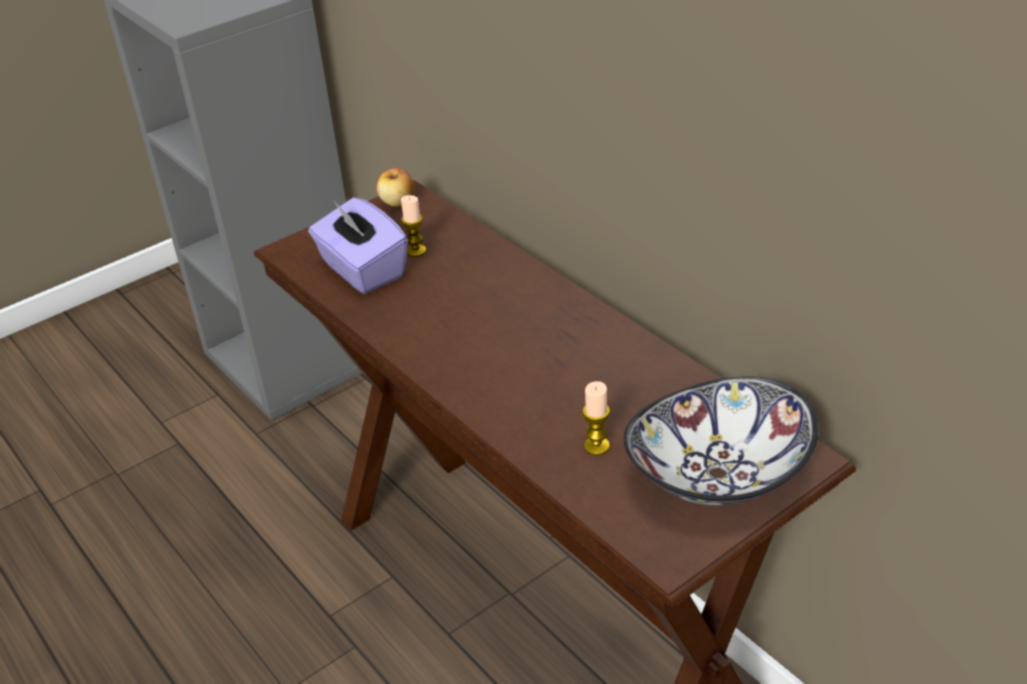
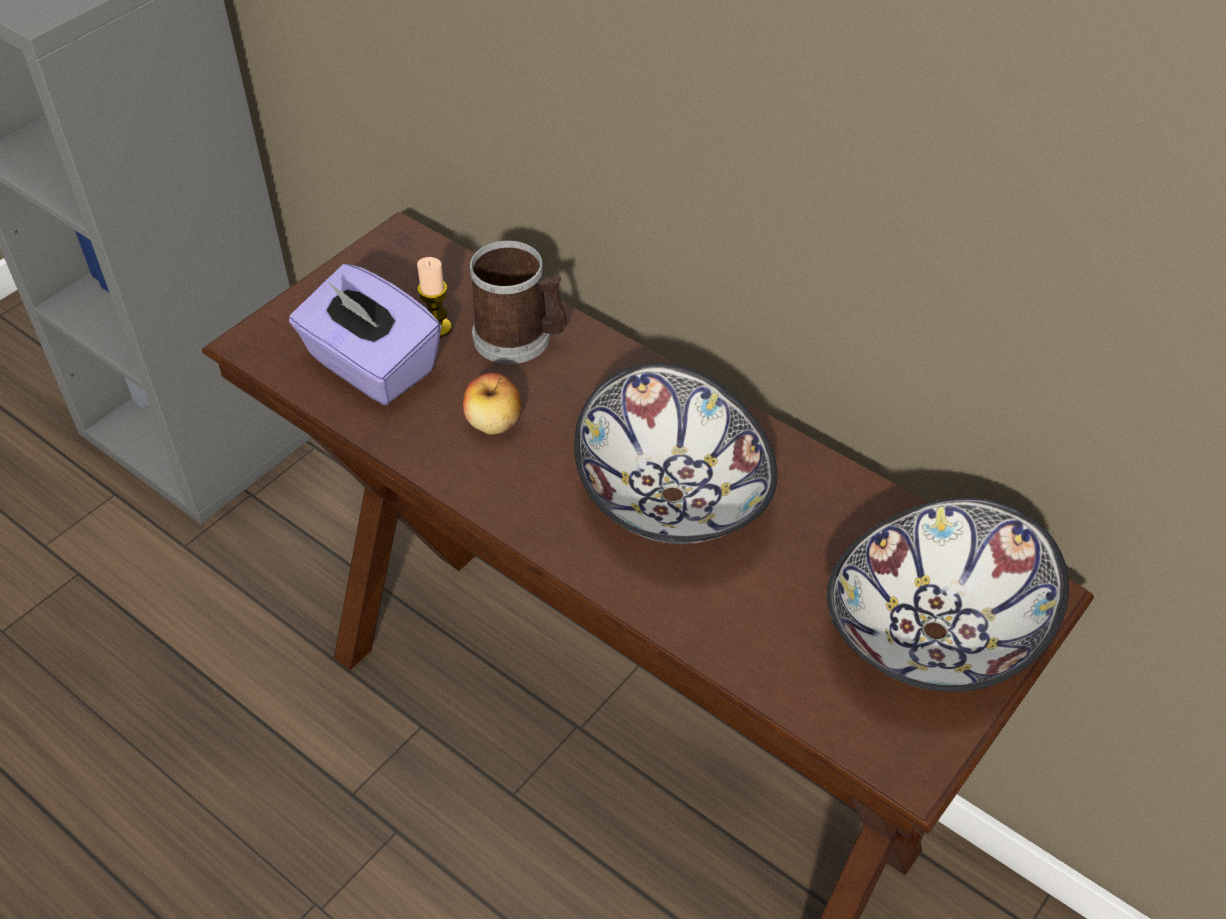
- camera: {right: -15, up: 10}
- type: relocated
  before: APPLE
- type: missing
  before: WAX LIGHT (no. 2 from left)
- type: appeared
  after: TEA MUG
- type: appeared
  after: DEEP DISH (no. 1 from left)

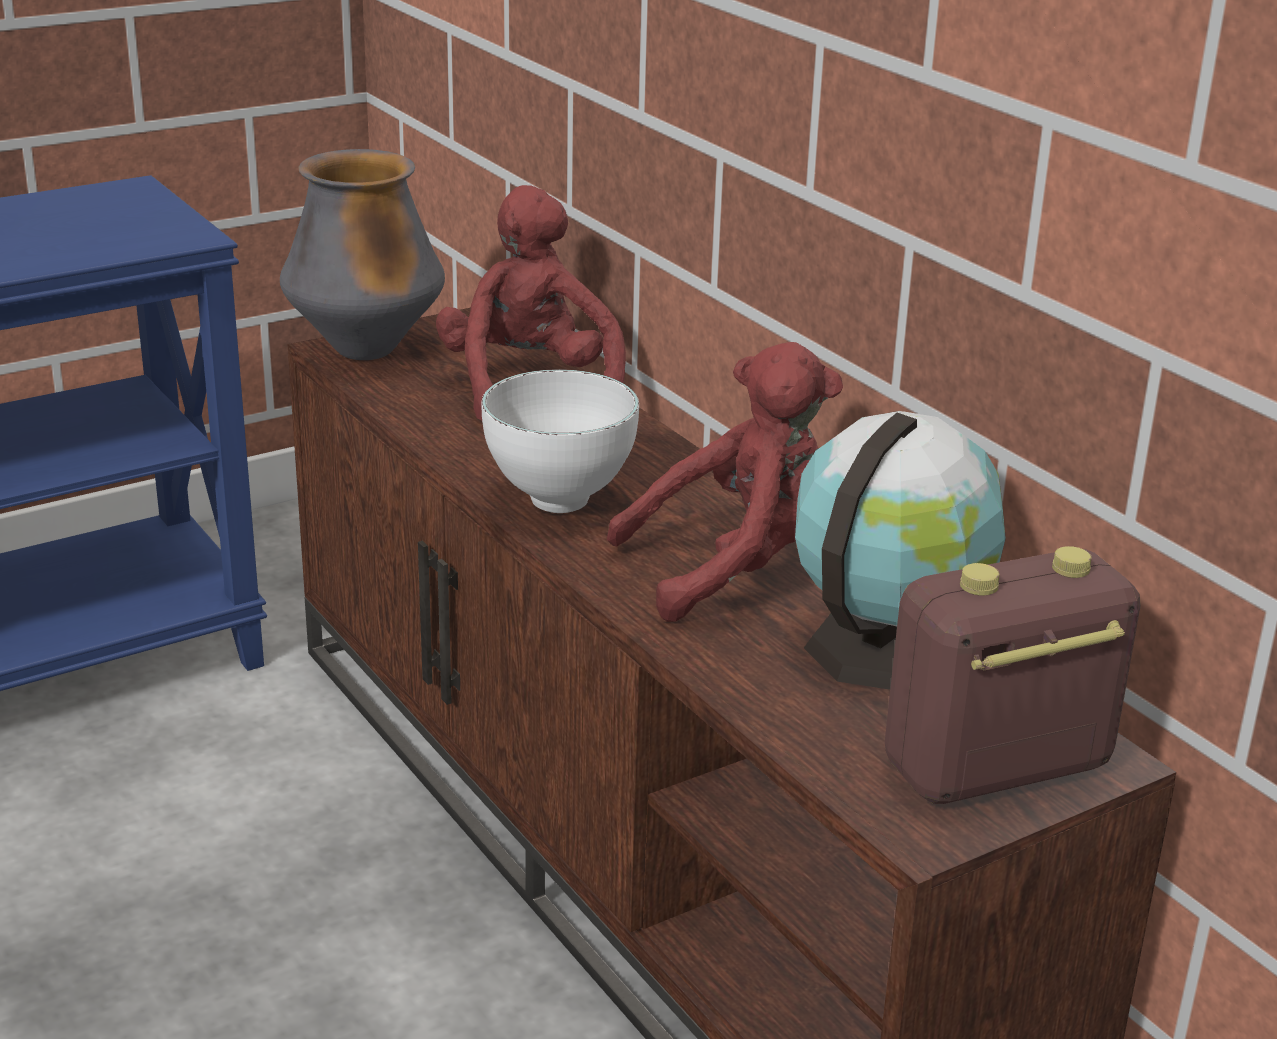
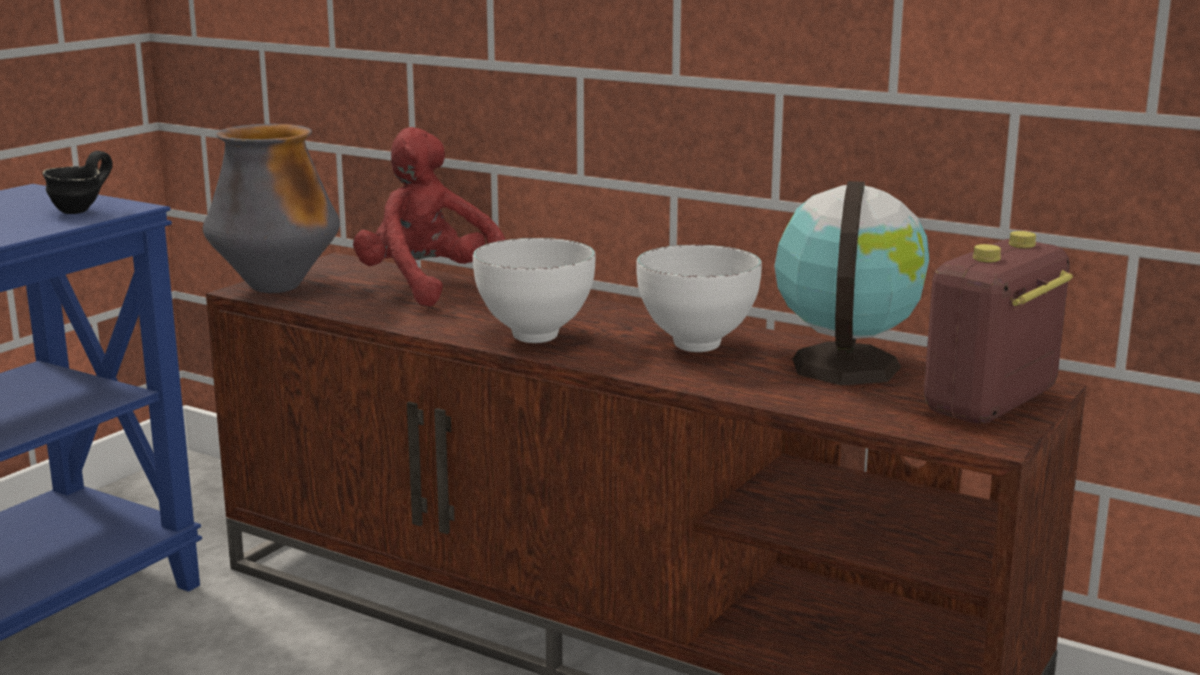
- camera: {right: -25, up: -10}
- type: exchanged
  before: RED-COLOURED CUDDLY TOY (no. 2 from left)
  after: WHITE DEEP DISH (no. 2 from left)
- type: appeared
  after: BLACK TEA MUG

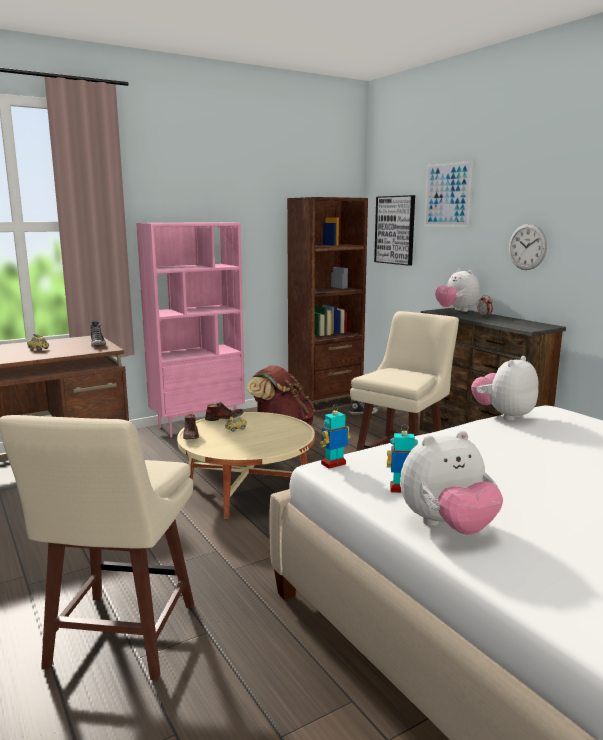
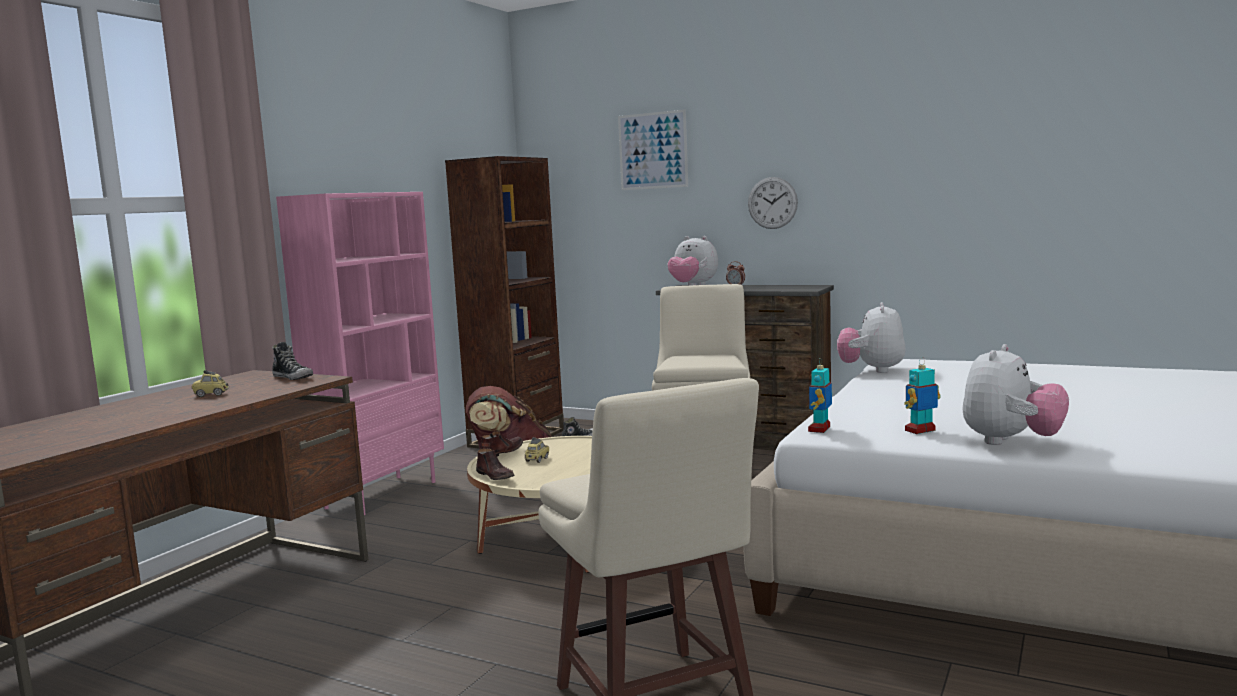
- camera: {right: -30, up: -5}
- type: missing
  before: WALL PICTURE (no. 1 from left)

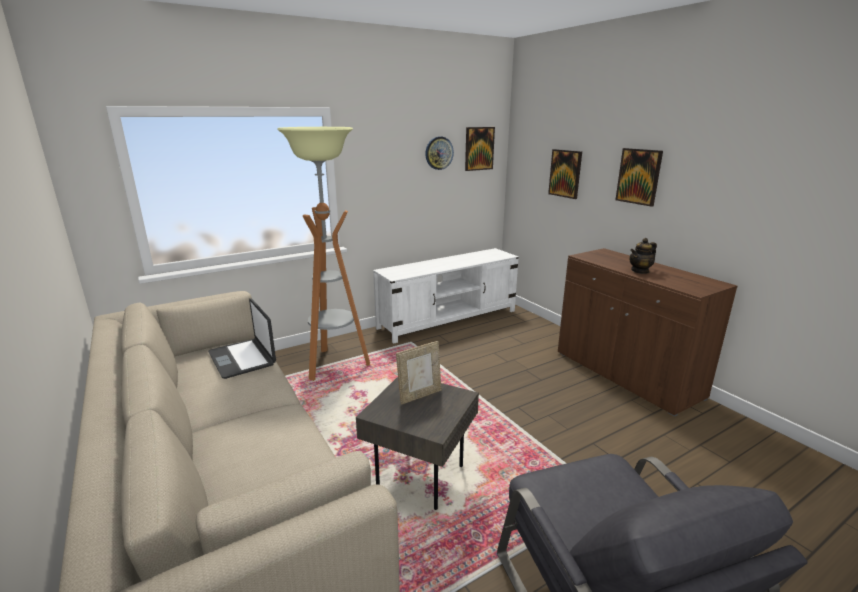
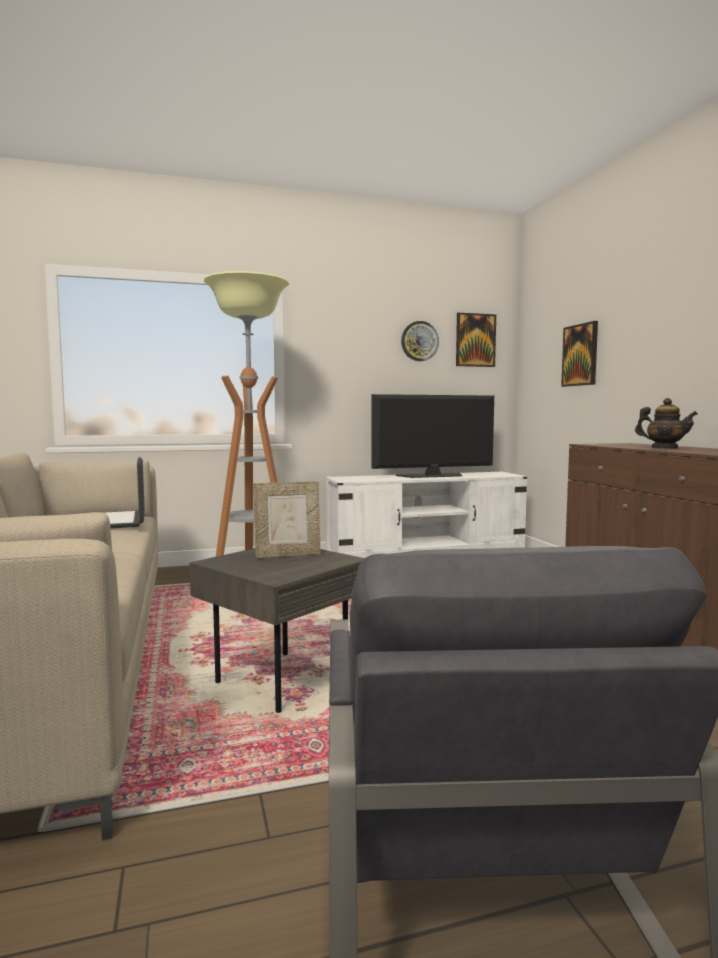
- camera: {right: 15, up: -15}
- type: missing
  before: WALL PICTURE (no. 3 from left)
- type: spun
  before: TEAPOT
  turn: -135
- type: appeared
  after: TV SET

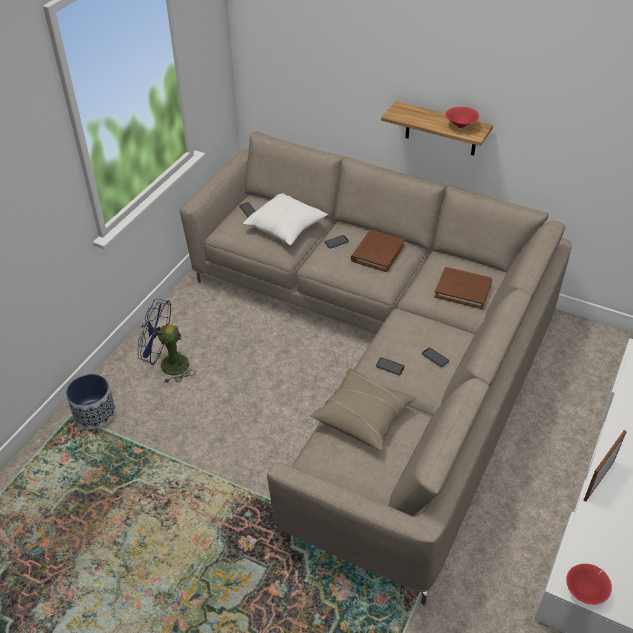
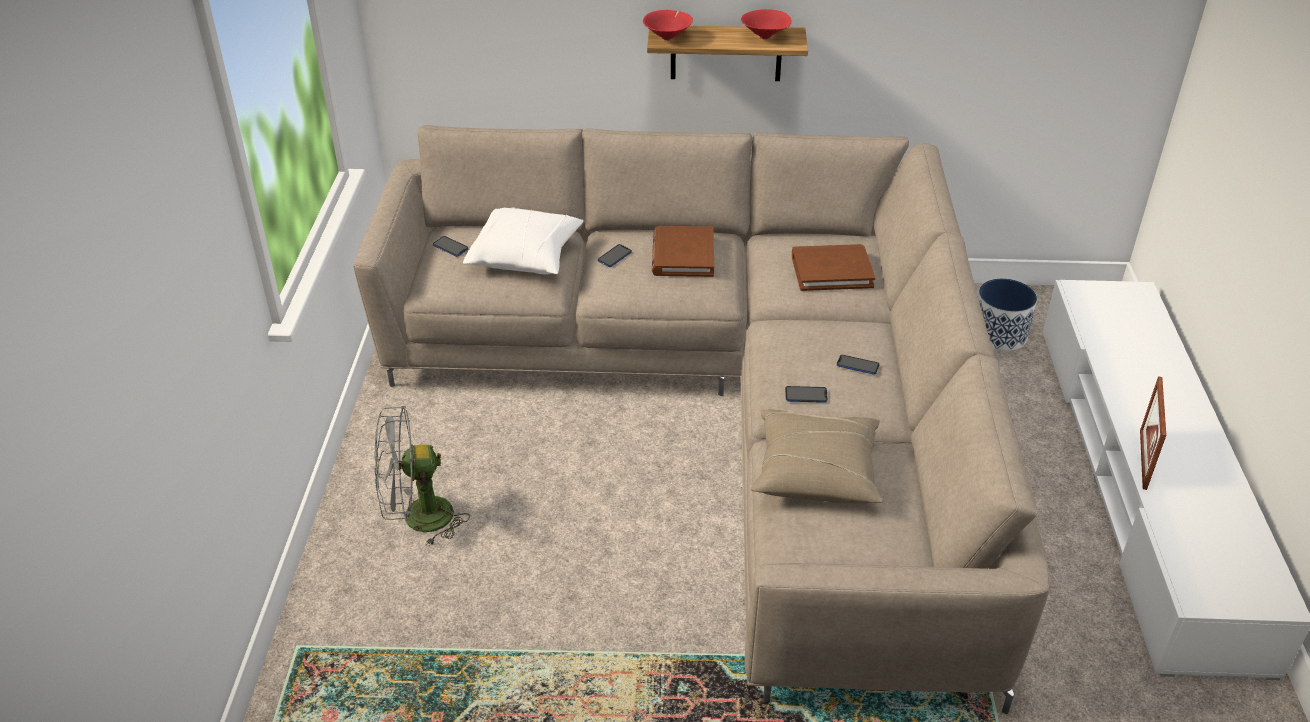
- camera: {right: -25, up: -5}
- type: relocated
  before: FLOWER POT
- type: colour
  before: BLUISH ELECTRIC FAN
  after: GRAY ELECTRIC FAN
- type: relocated
  before: RED-COLOURED DEEP DISH (no. 2 from left in the first image)
  after: RED-COLOURED DEEP DISH (no. 1 from left)

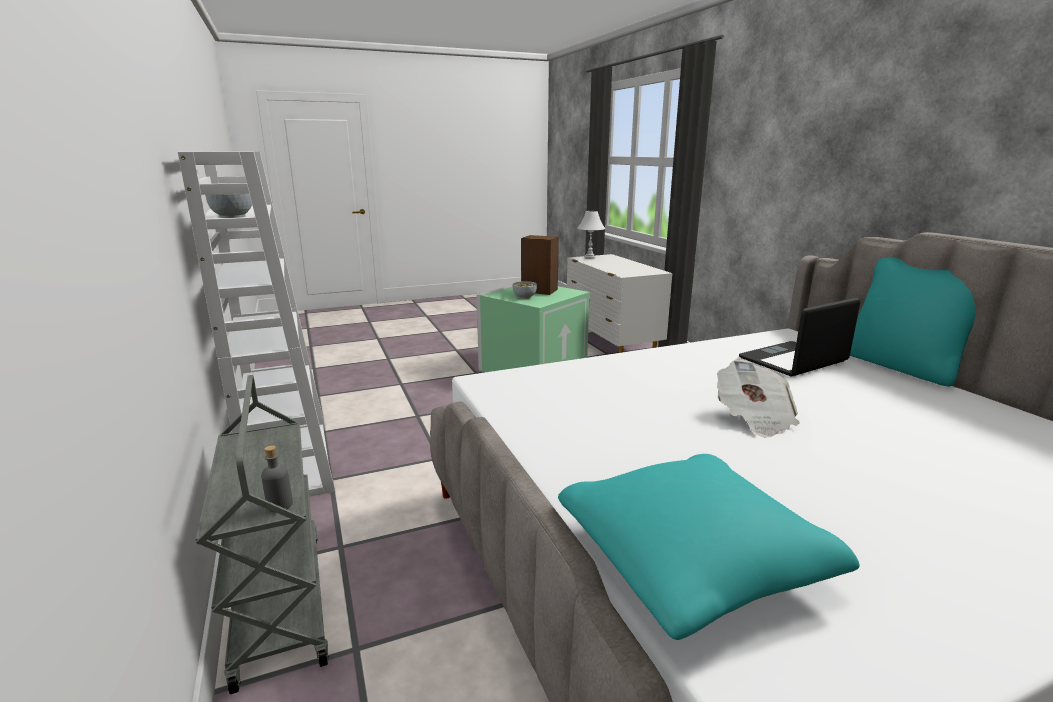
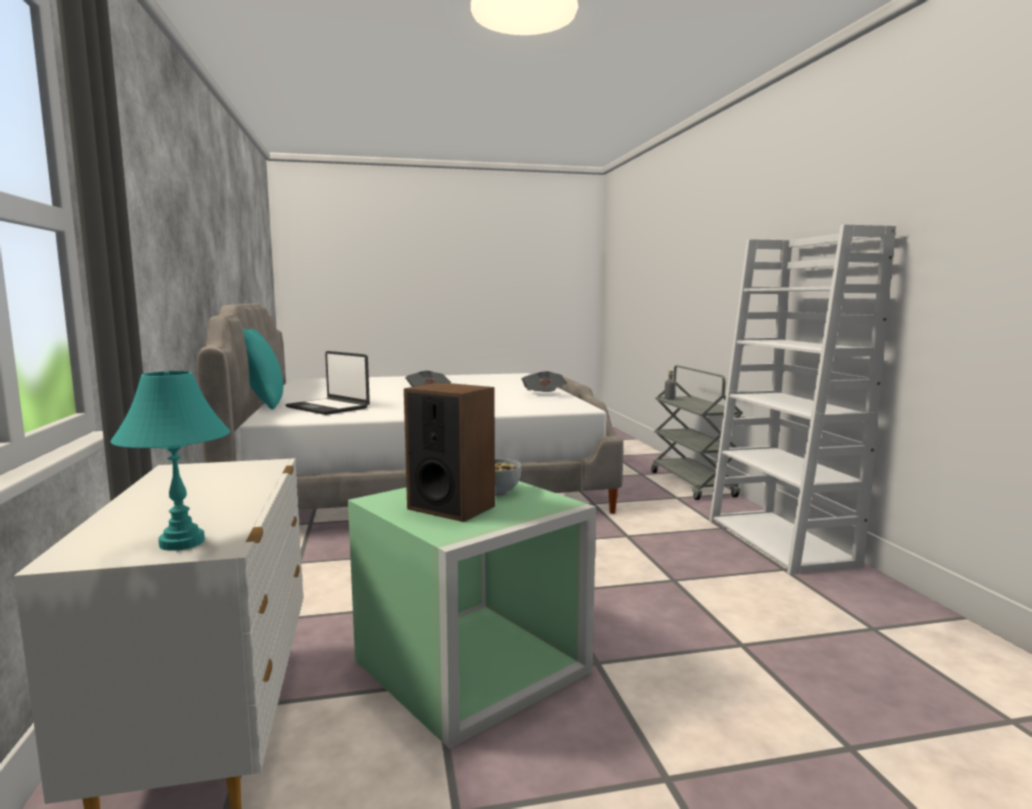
- camera: {right: -170, up: -10}
- type: missing
  before: DEEP DISH (no. 1 from left)
- type: missing
  before: TURQUOISE-COLOURED CUSHION (no. 1 from left)
- type: colour
  before: WHITE TABLE LAMP
  after: TURQUOISE-COLOURED TABLE LAMP
- type: spun
  before: LAPTOP
  turn: 60
- type: appeared
  after: DAILY PAPER (no. 2 from left)

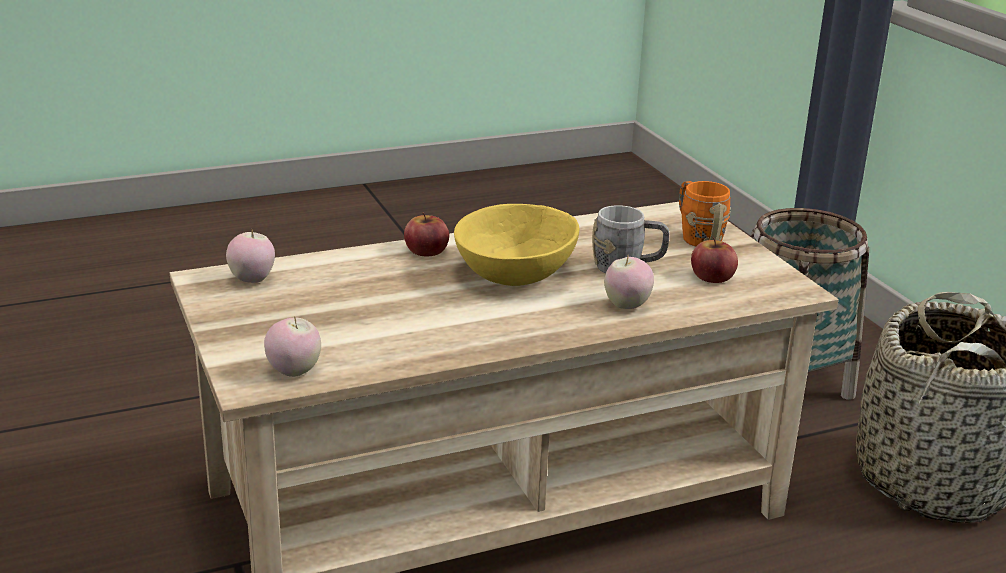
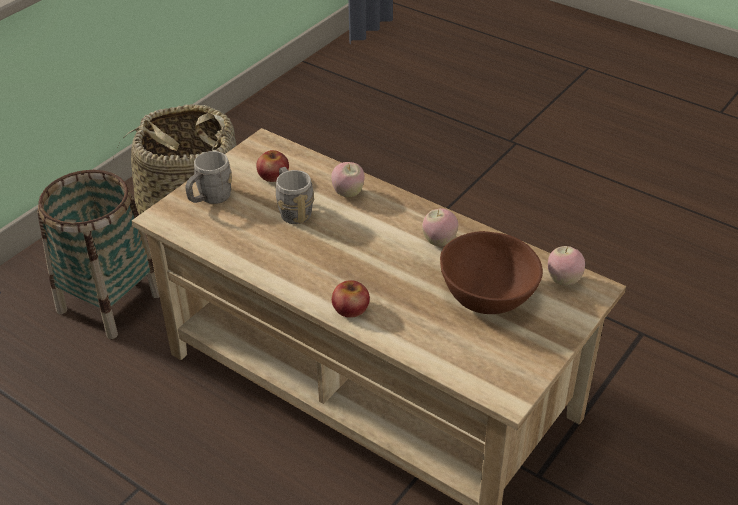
- camera: {right: -120, up: 15}
- type: relocated
  before: APPLE (no. 1 from left in the first image)
  after: APPLE (no. 4 from left)
- type: missing
  before: YELLOWISH DEEP DISH
- type: colour
  before: ORANGE TEA MUG
  after: GRAY TEA MUG (no. 1 from left)
- type: appeared
  after: BROWN-COLOURED DEEP DISH

